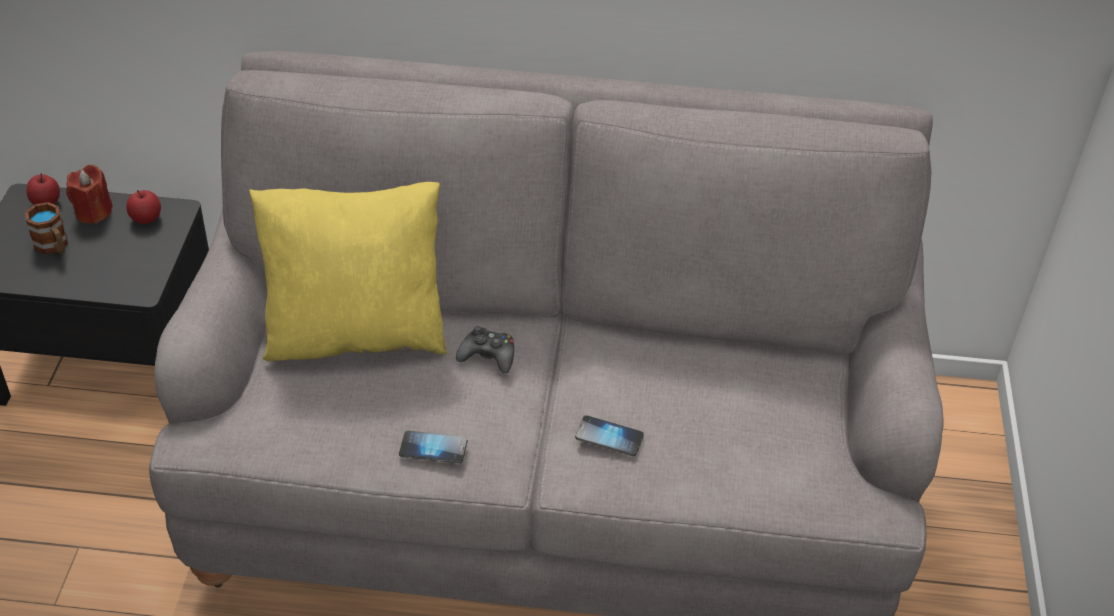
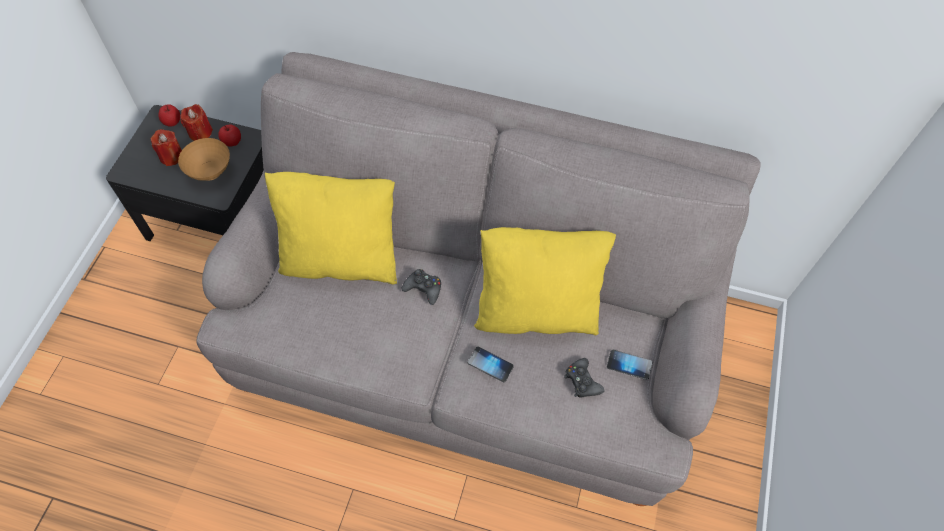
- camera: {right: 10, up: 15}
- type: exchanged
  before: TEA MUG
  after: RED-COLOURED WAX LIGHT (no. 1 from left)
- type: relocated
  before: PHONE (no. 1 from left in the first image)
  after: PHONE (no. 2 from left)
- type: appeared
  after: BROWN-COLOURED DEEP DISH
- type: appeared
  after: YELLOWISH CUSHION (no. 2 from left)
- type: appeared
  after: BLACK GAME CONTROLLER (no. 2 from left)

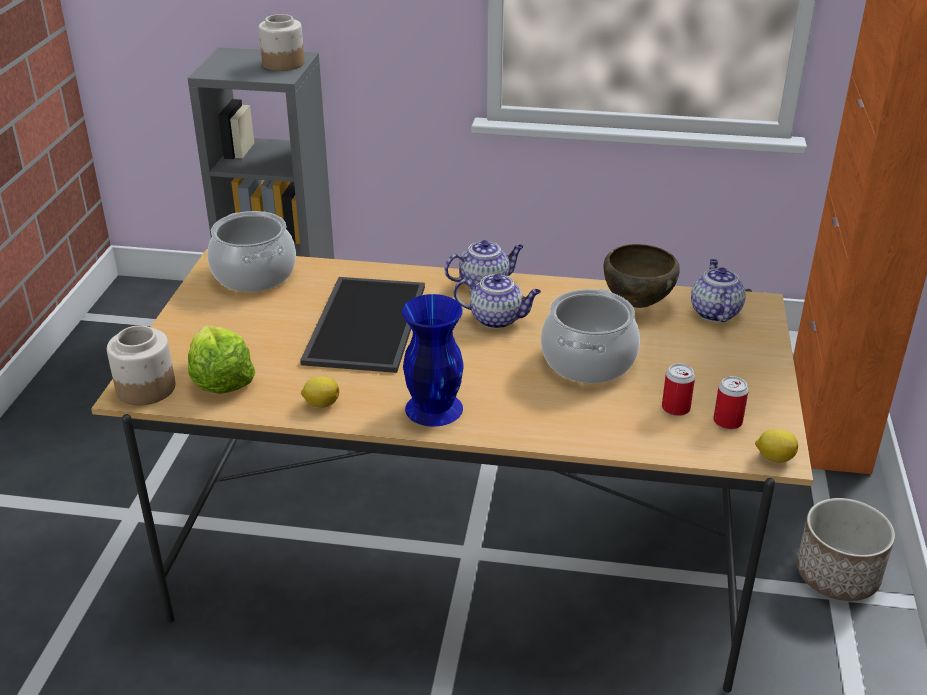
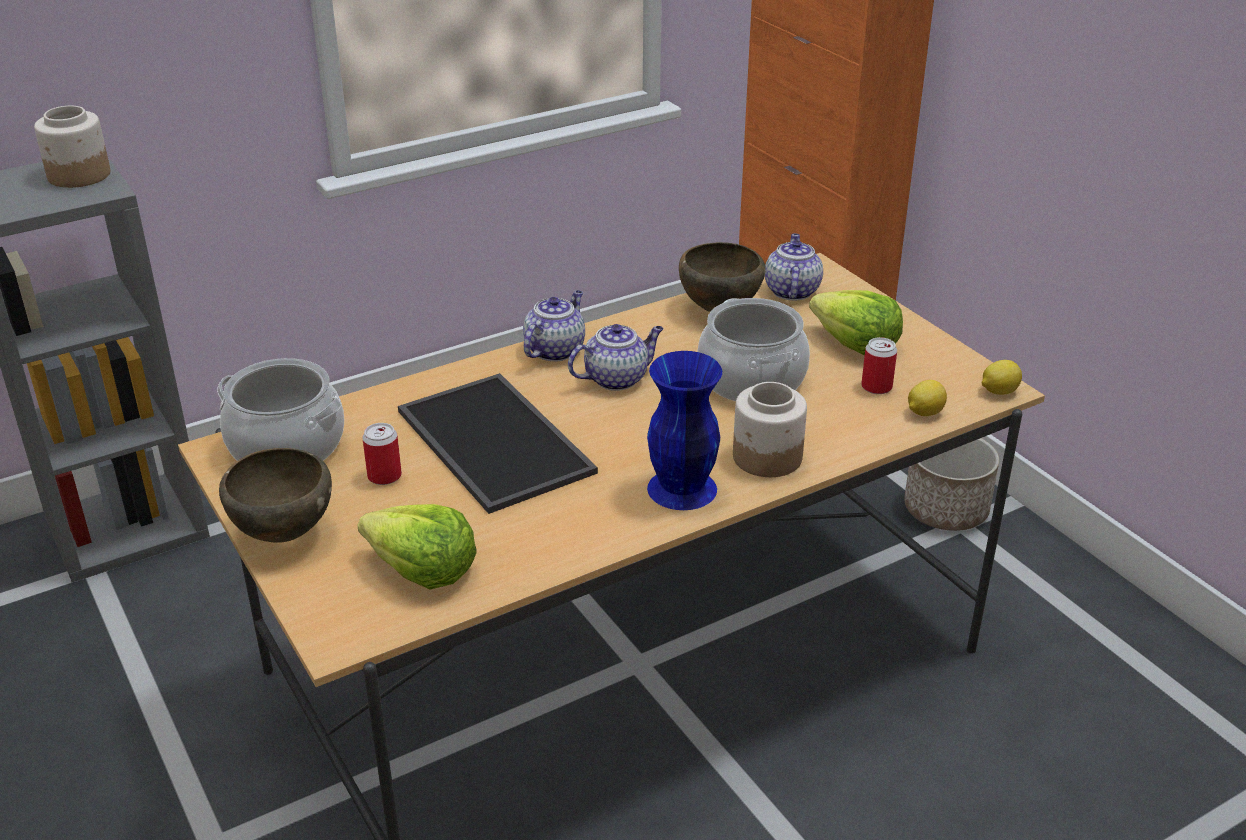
- camera: {right: -40, up: 0}
- type: relocated
  before: PRESERVE JAR (no. 1 from left in the first image)
  after: PRESERVE JAR (no. 2 from left)
- type: relocated
  before: WHOLE LEMON (no. 1 from left)
- type: spun
  before: TEAPOT (no. 3 from left)
  turn: 45
- type: relocated
  before: METAL CAN (no. 2 from left in the first image)
  after: METAL CAN (no. 1 from left)
- type: appeared
  after: BROWN-COLOURED DEEP DISH (no. 1 from left)
- type: appeared
  after: HEAD OF LETTUCE (no. 2 from left)

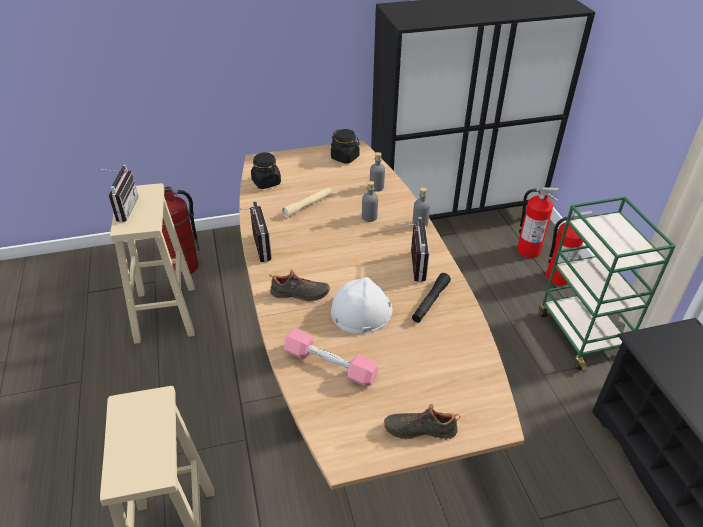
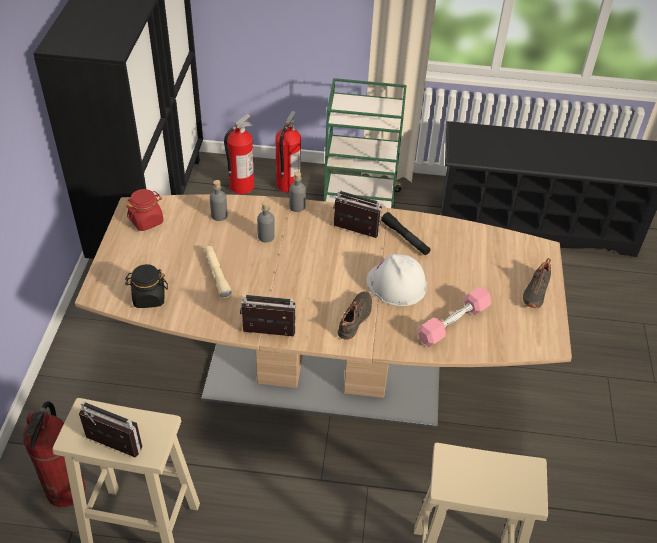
- camera: {right: -70, up: 5}
- type: colour
  before: BLACK PRESERVE JAR (no. 2 from left)
  after: RED-COLOURED PRESERVE JAR

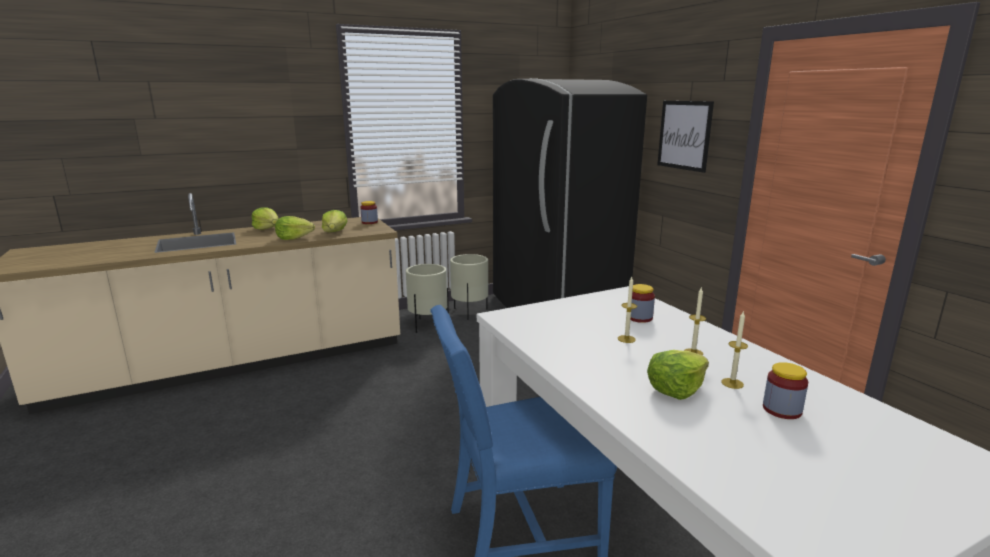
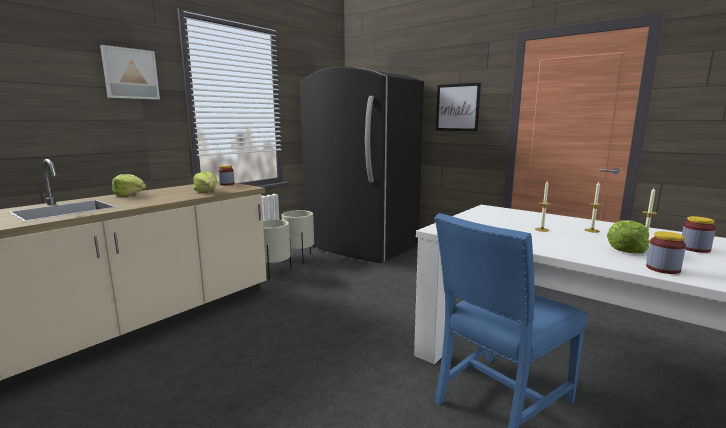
- camera: {right: -25, up: -5}
- type: missing
  before: HEAD OF LETTUCE (no. 2 from left)
- type: relocated
  before: PRESERVE JAR (no. 2 from left)
- type: appeared
  after: WALL PICTURE (no. 1 from left)

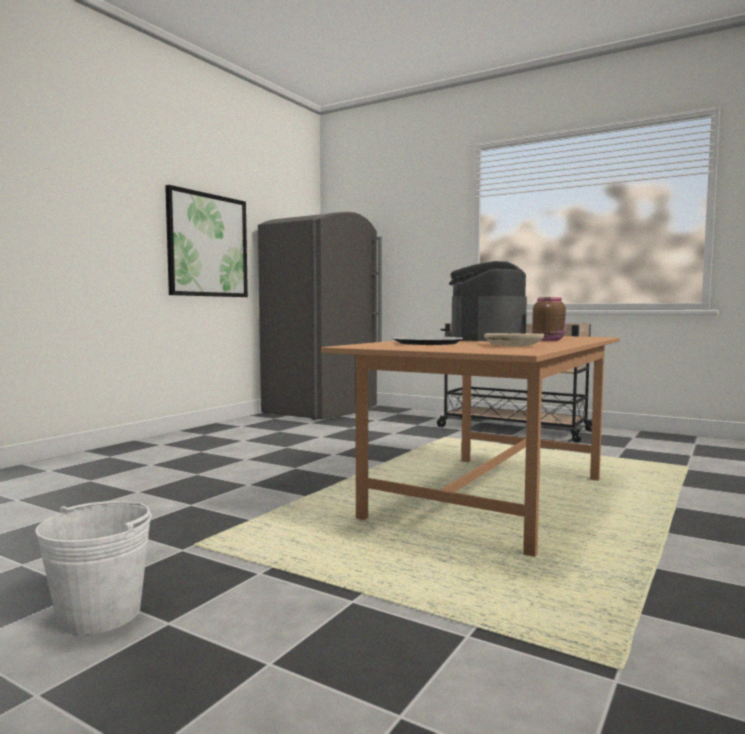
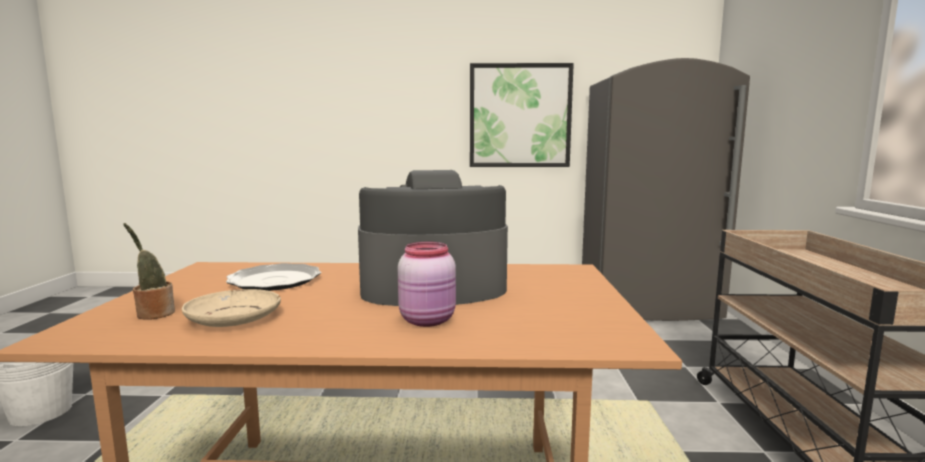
- camera: {right: 60, up: 5}
- type: colour
  before: BROWN-COLOURED PRESERVE JAR
  after: PINK-COLOURED PRESERVE JAR
- type: appeared
  after: PLANT IN A POT

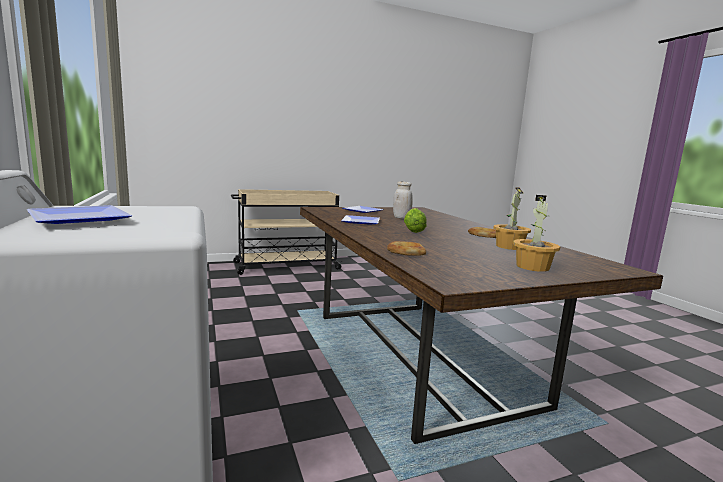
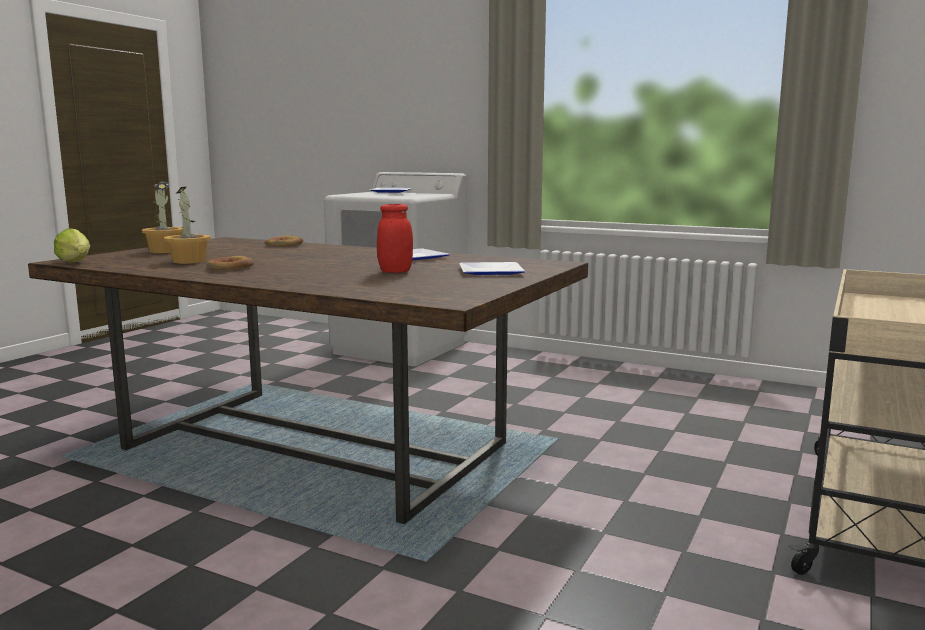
- camera: {right: 140, up: 0}
- type: colour
  before: WHITE PRESERVE JAR
  after: RED-COLOURED PRESERVE JAR
- type: relocated
  before: HEAD OF LETTUCE

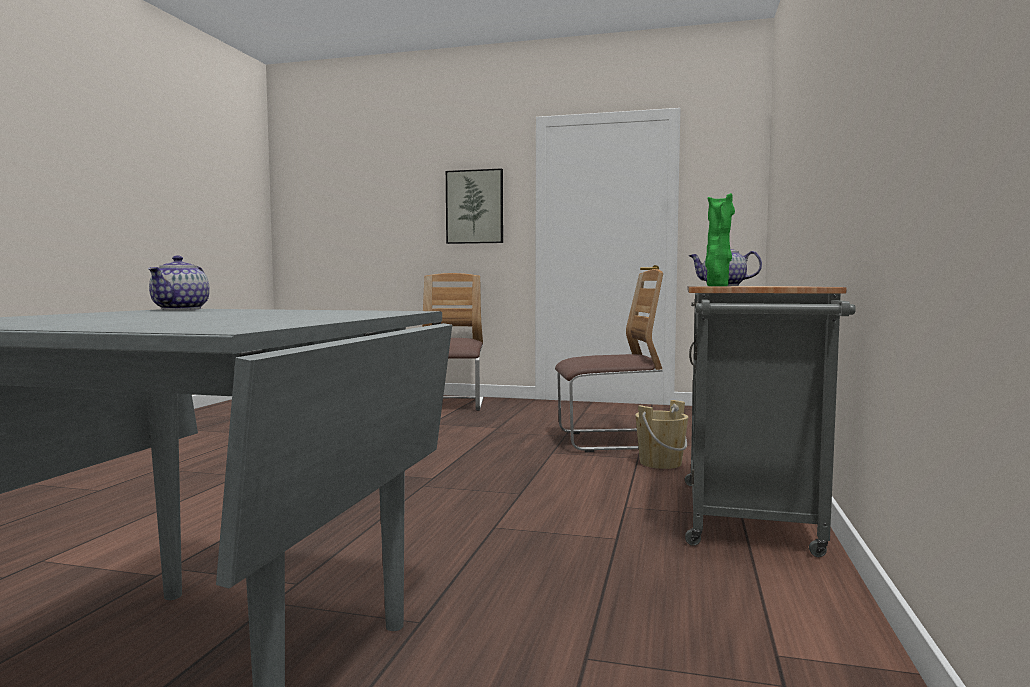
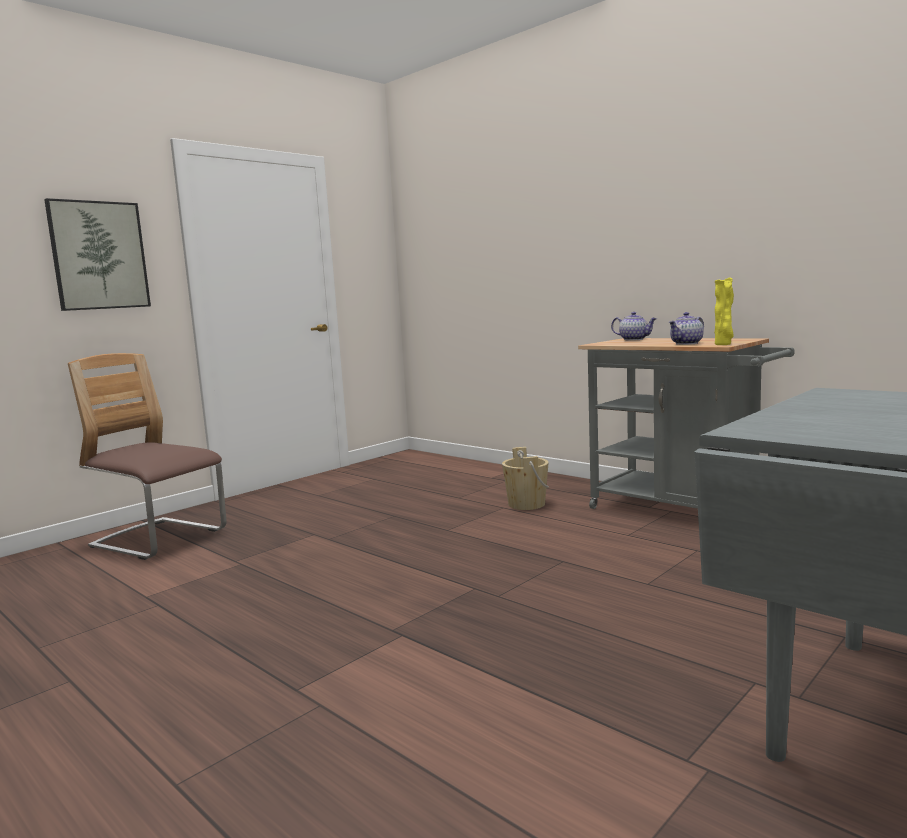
- camera: {right: -60, up: 5}
- type: relocated
  before: TEAPOT (no. 1 from left)
- type: missing
  before: CHAIR (no. 2 from left)
- type: colour
  before: GREENISH FLOWER VASE
  after: YELLOWISH FLOWER VASE

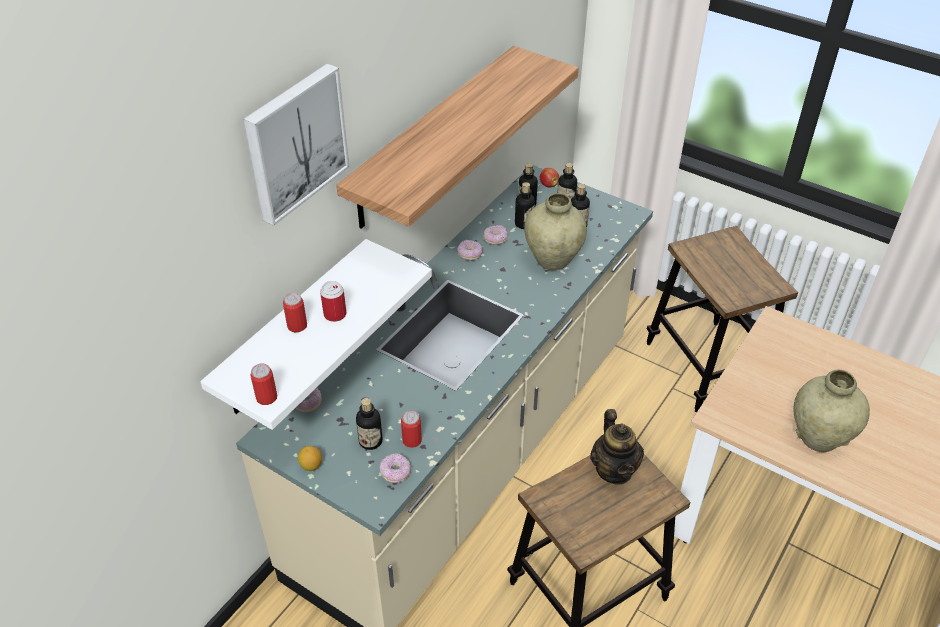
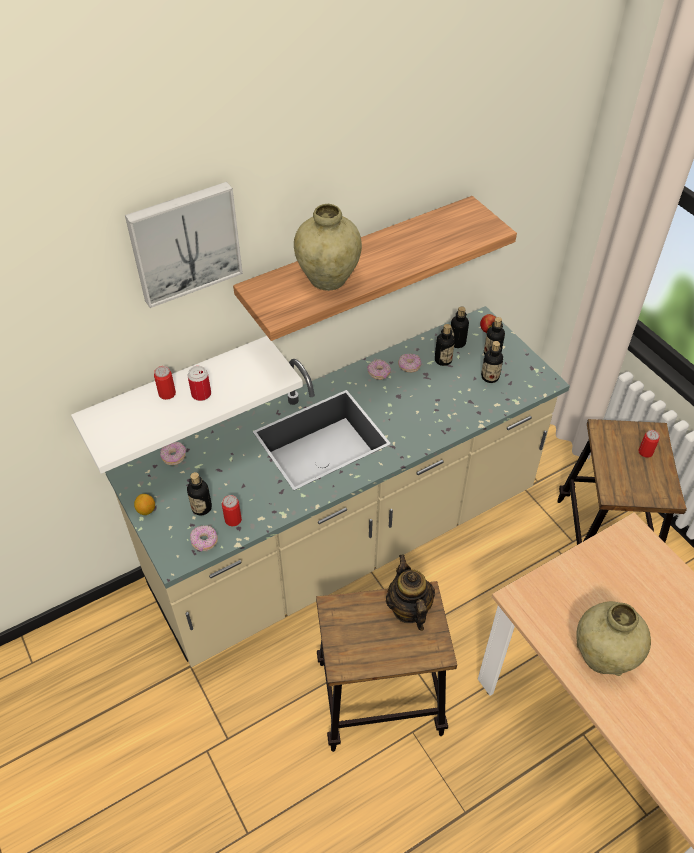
- camera: {right: 25, up: 5}
- type: relocated
  before: METAL CAN (no. 1 from left in the first image)
  after: METAL CAN (no. 4 from left)
- type: relocated
  before: SAND-COLOURED FLOWER VASE (no. 1 from left)
- type: spun
  before: TEAPOT
  turn: 150

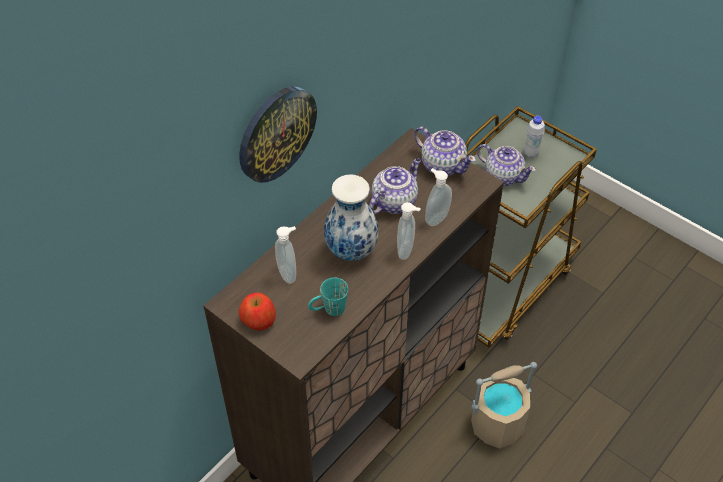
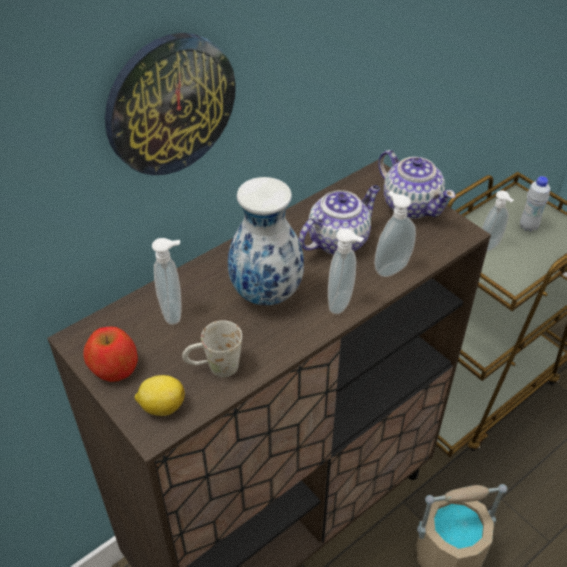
- camera: {right: 10, up: -5}
- type: colour
  before: TURQUOISE-COLOURED TEA MUG
  after: WHITE TEA MUG
- type: exchanged
  before: TEAPOT (no. 3 from left)
  after: LIQUID SOAP BOTTLE (no. 4 from left)
- type: appeared
  after: WHOLE LEMON

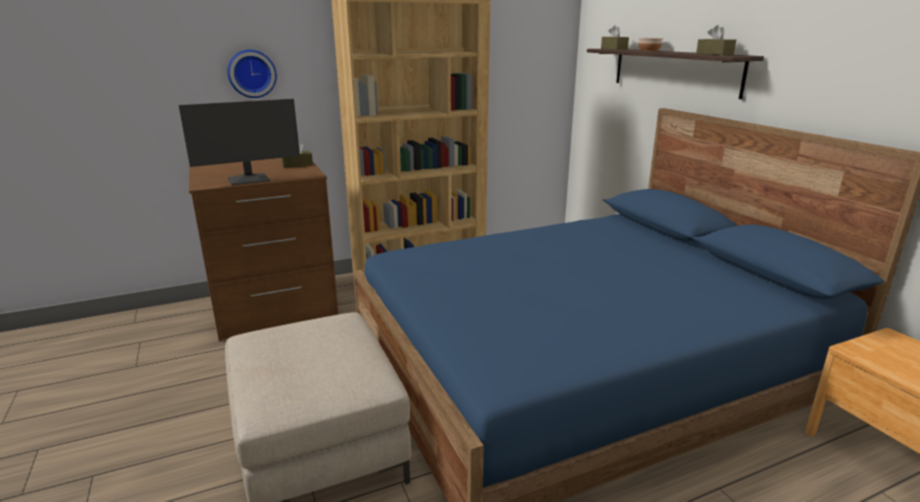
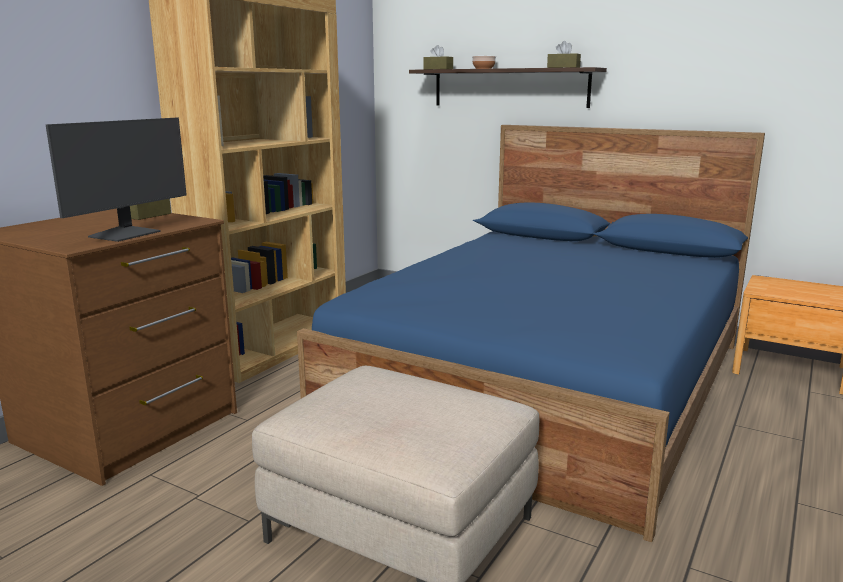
- camera: {right: -35, up: -5}
- type: missing
  before: WALL CLOCK

